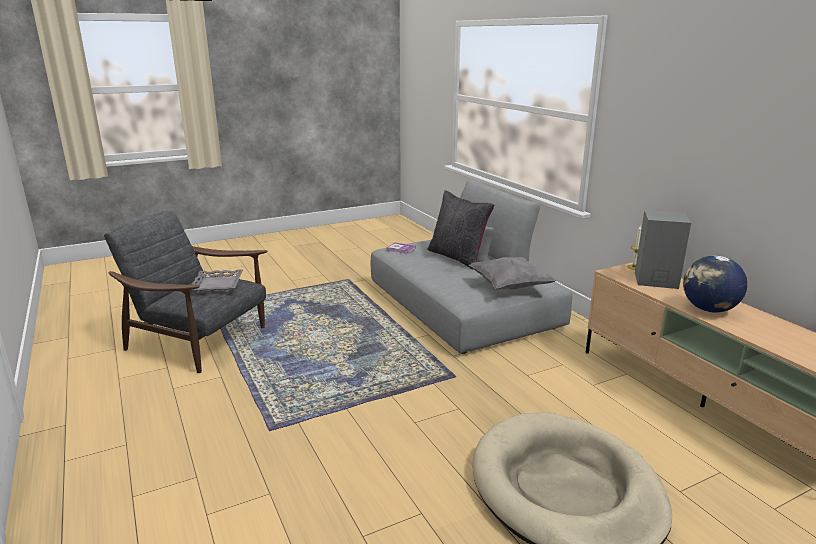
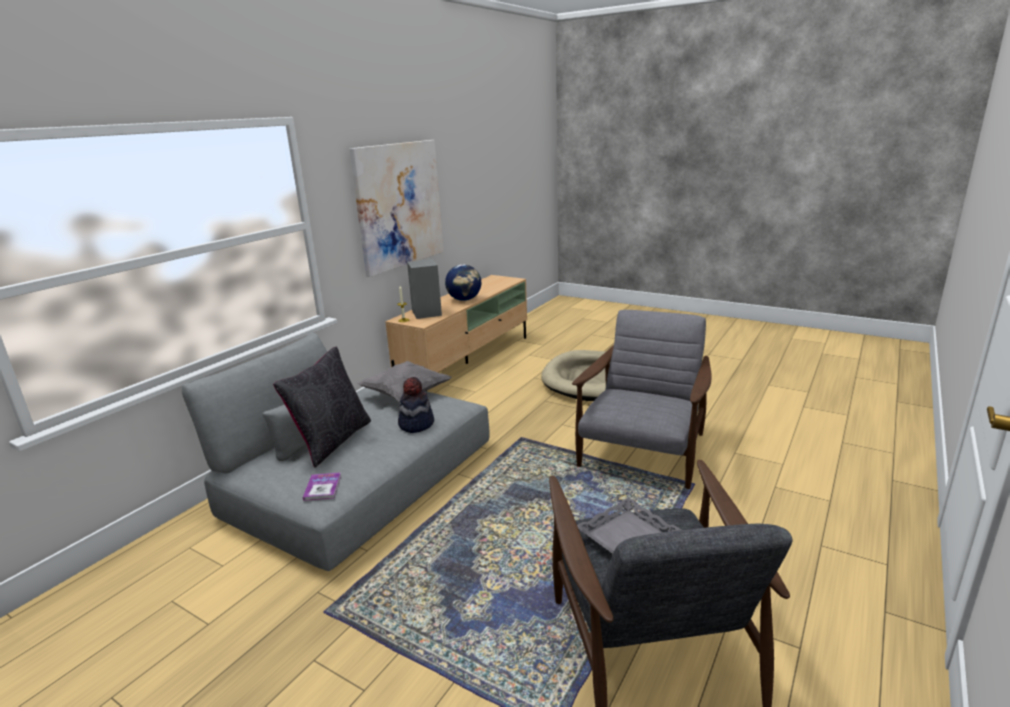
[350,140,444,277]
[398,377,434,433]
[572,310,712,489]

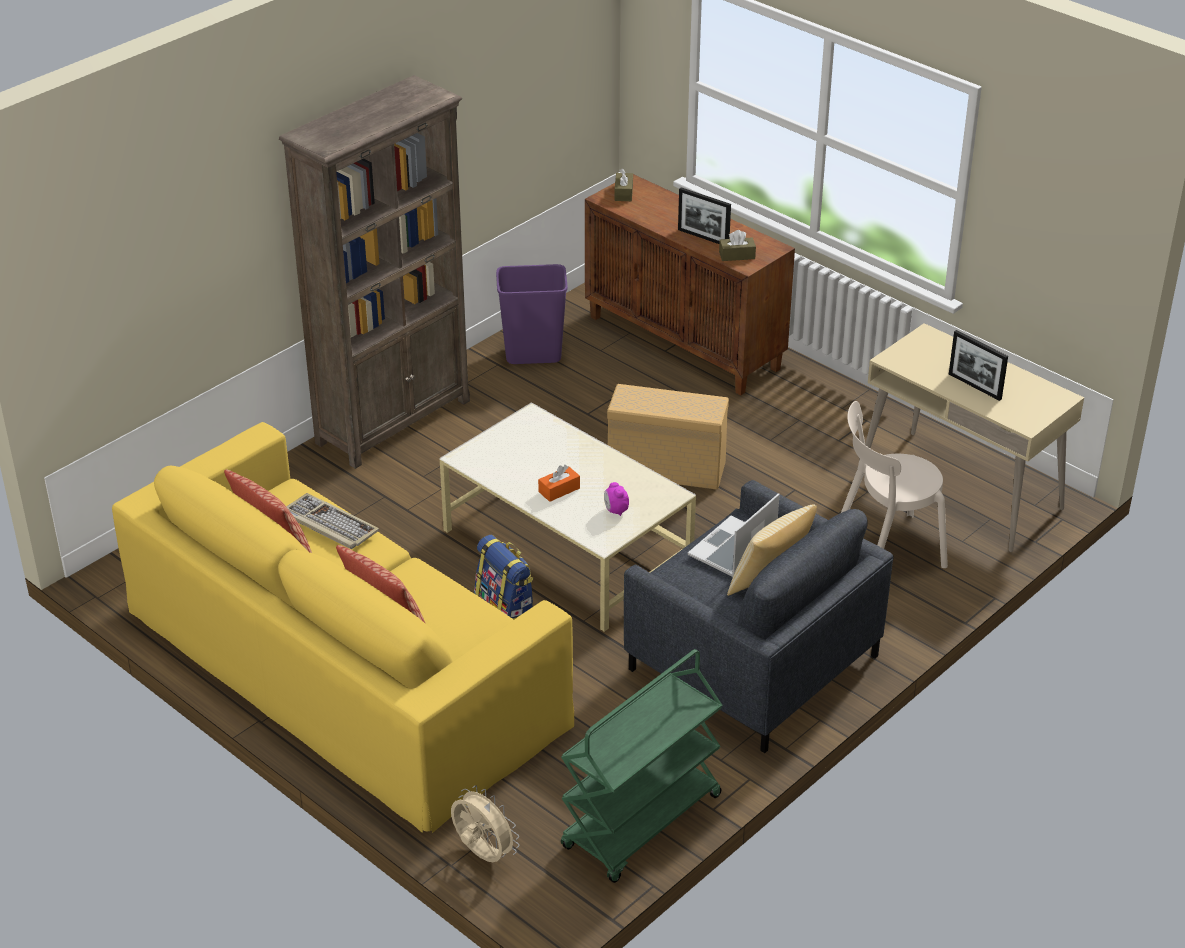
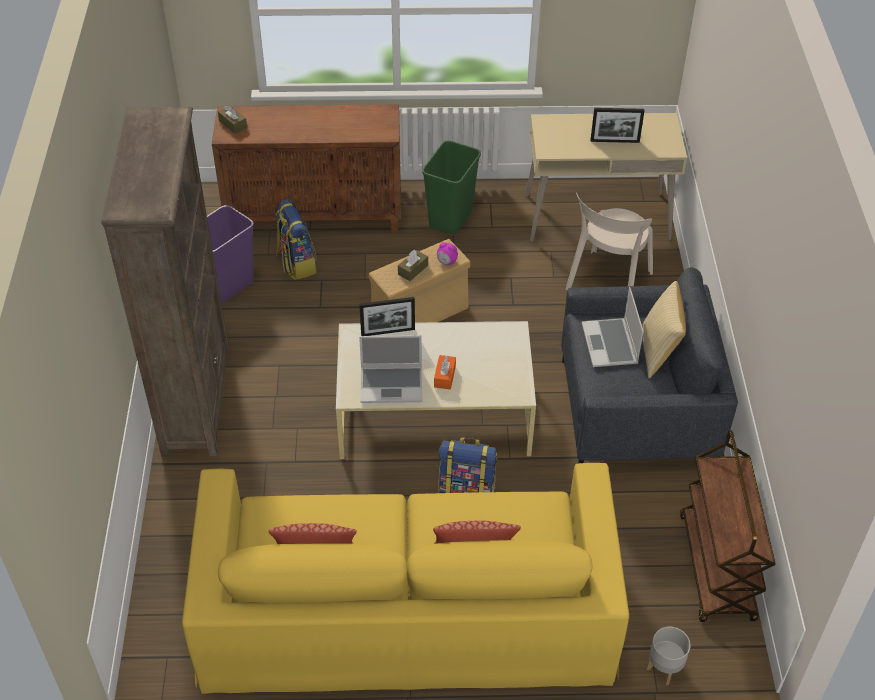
[276,199,316,280]
[359,297,415,336]
[359,335,422,403]
[398,250,428,281]
[422,140,481,234]
[437,242,458,265]
[646,627,691,685]
[680,430,775,622]
[286,493,379,549] (first image)

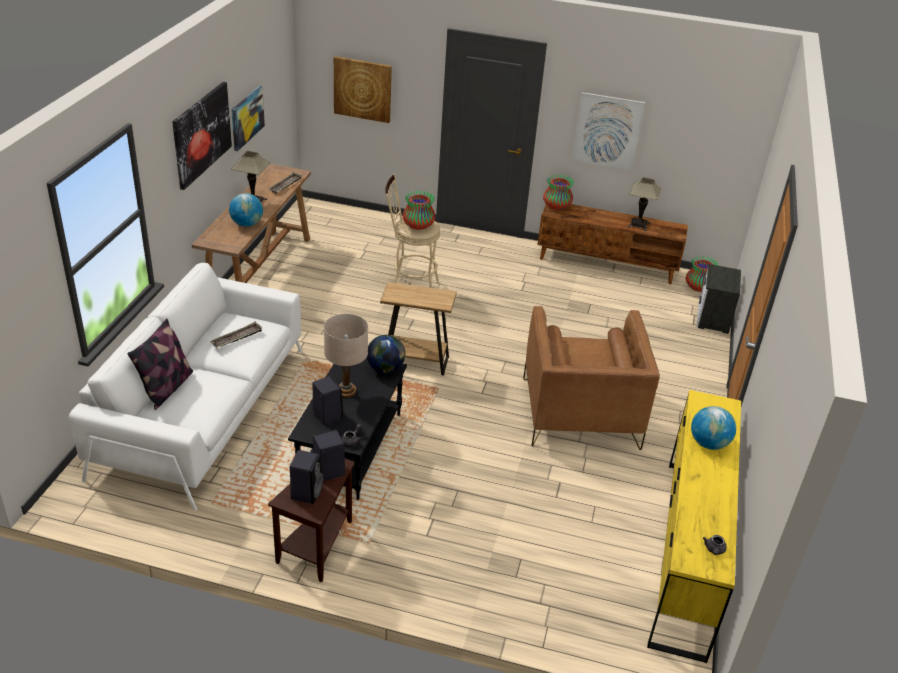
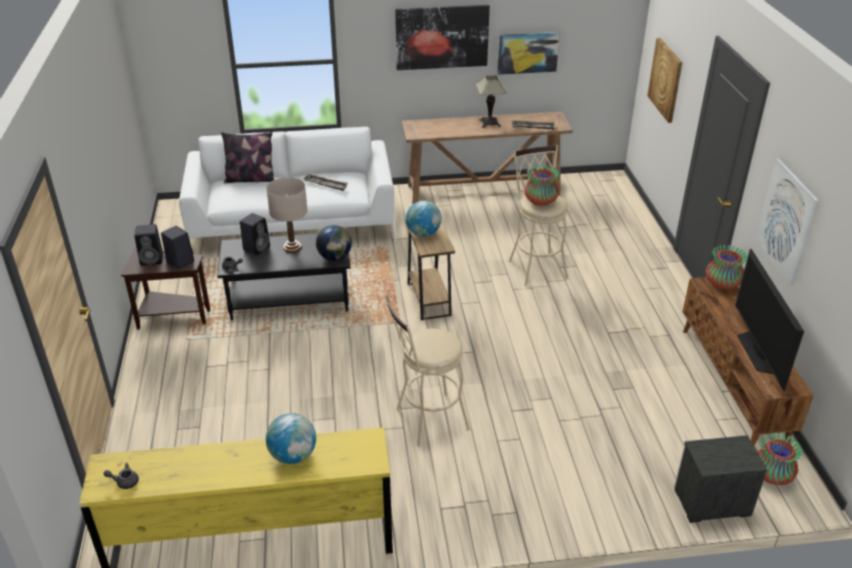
[385,293,470,446]
[406,201,442,237]
[735,249,804,391]

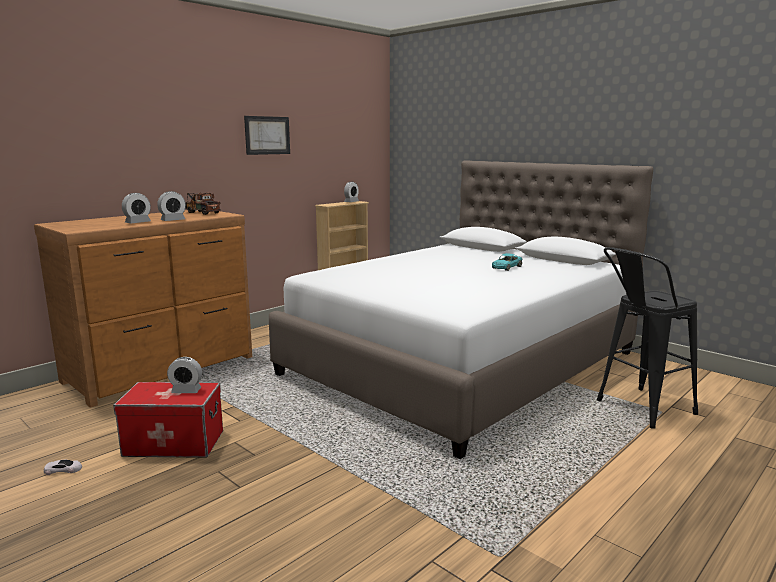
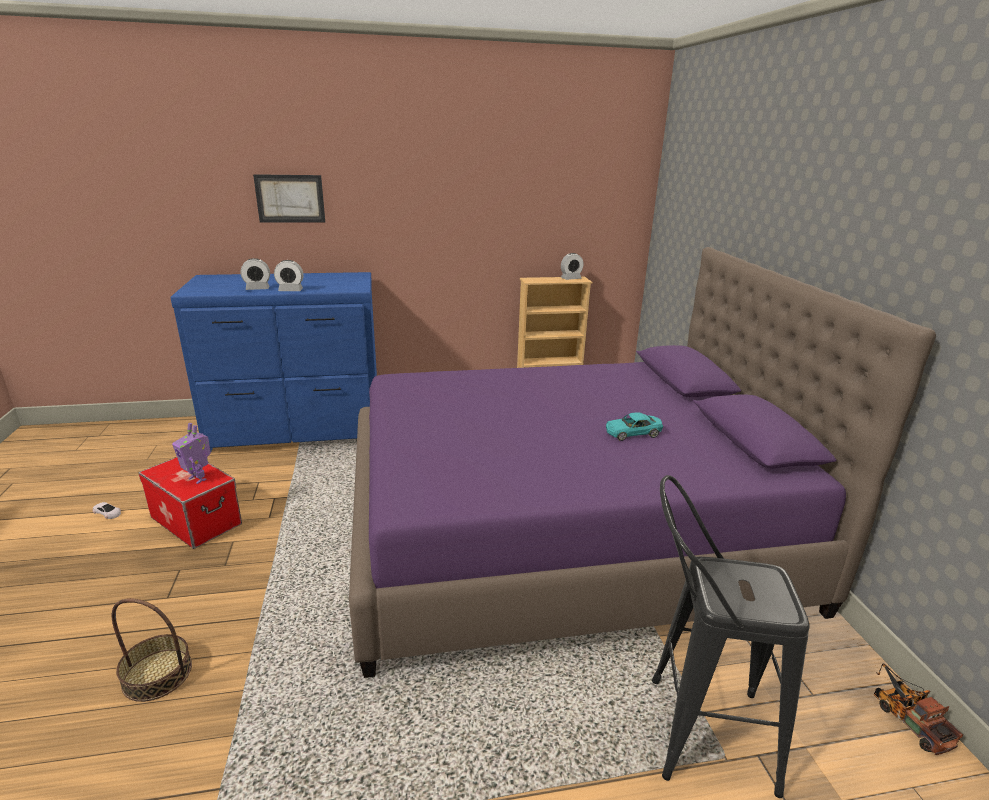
[112,598,192,702]
[171,272,377,451]
[172,423,211,484]
[253,174,325,223]
[349,247,936,678]
[874,663,963,755]

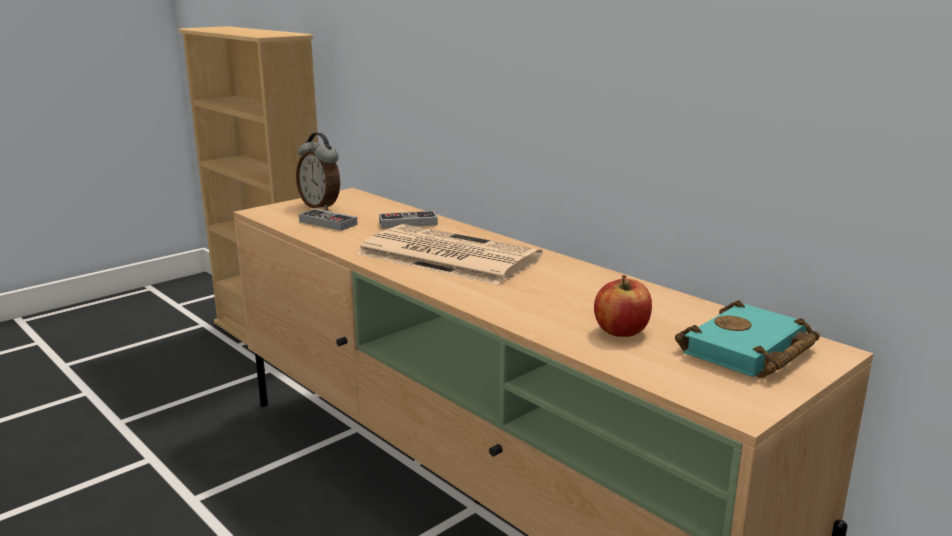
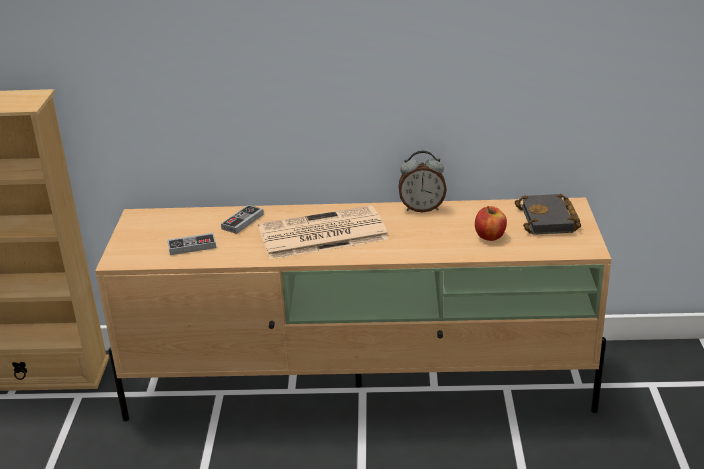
[398,151,447,212]
[515,194,581,235]

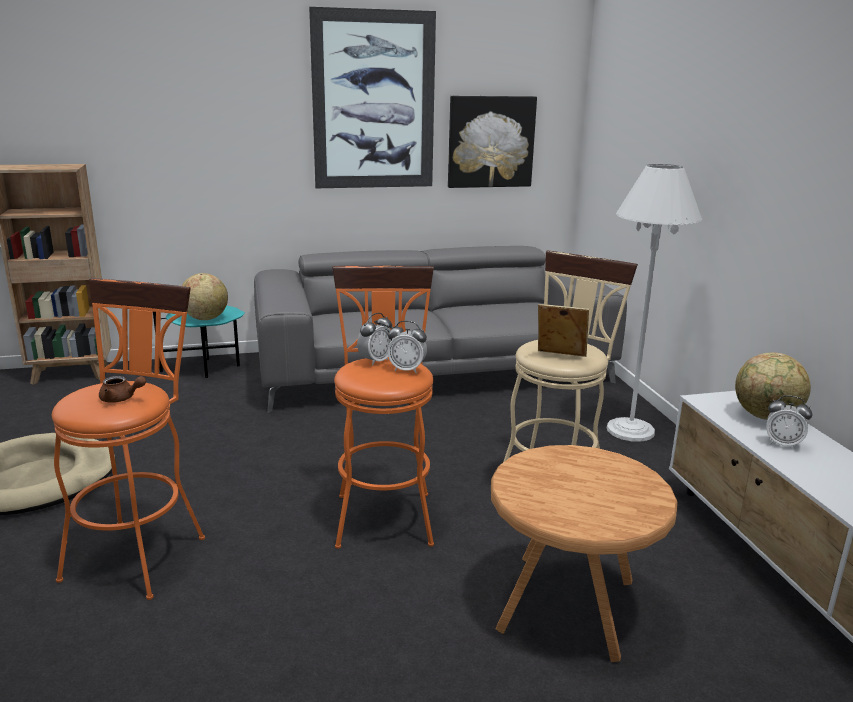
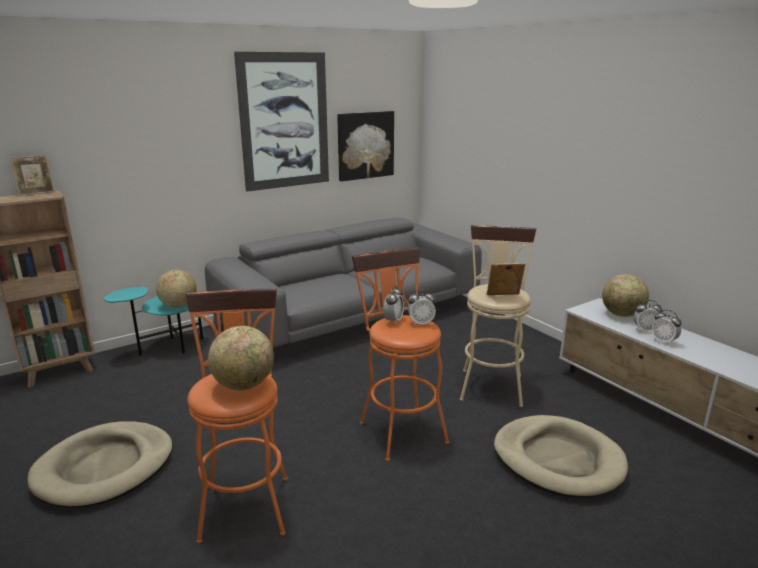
[10,156,55,196]
[208,326,274,391]
[494,415,628,498]
[652,310,682,345]
[607,164,702,442] (first image)

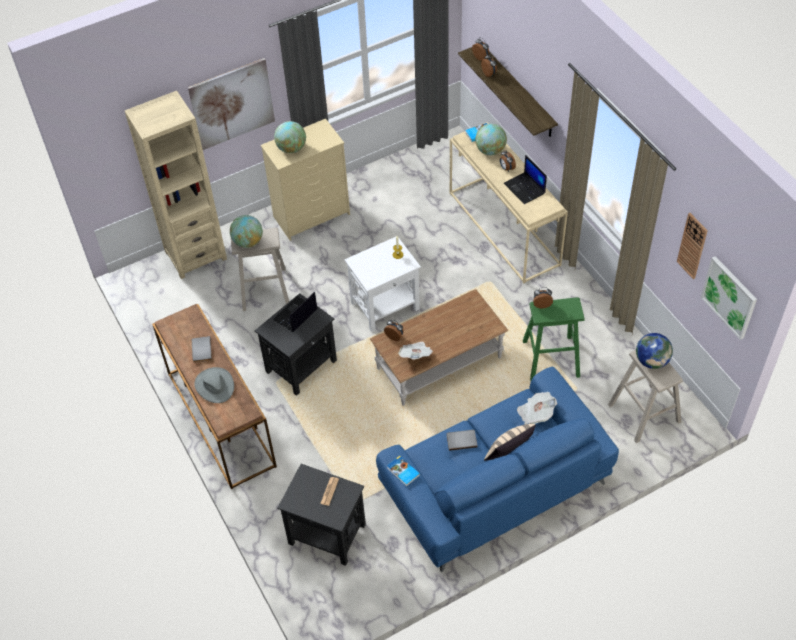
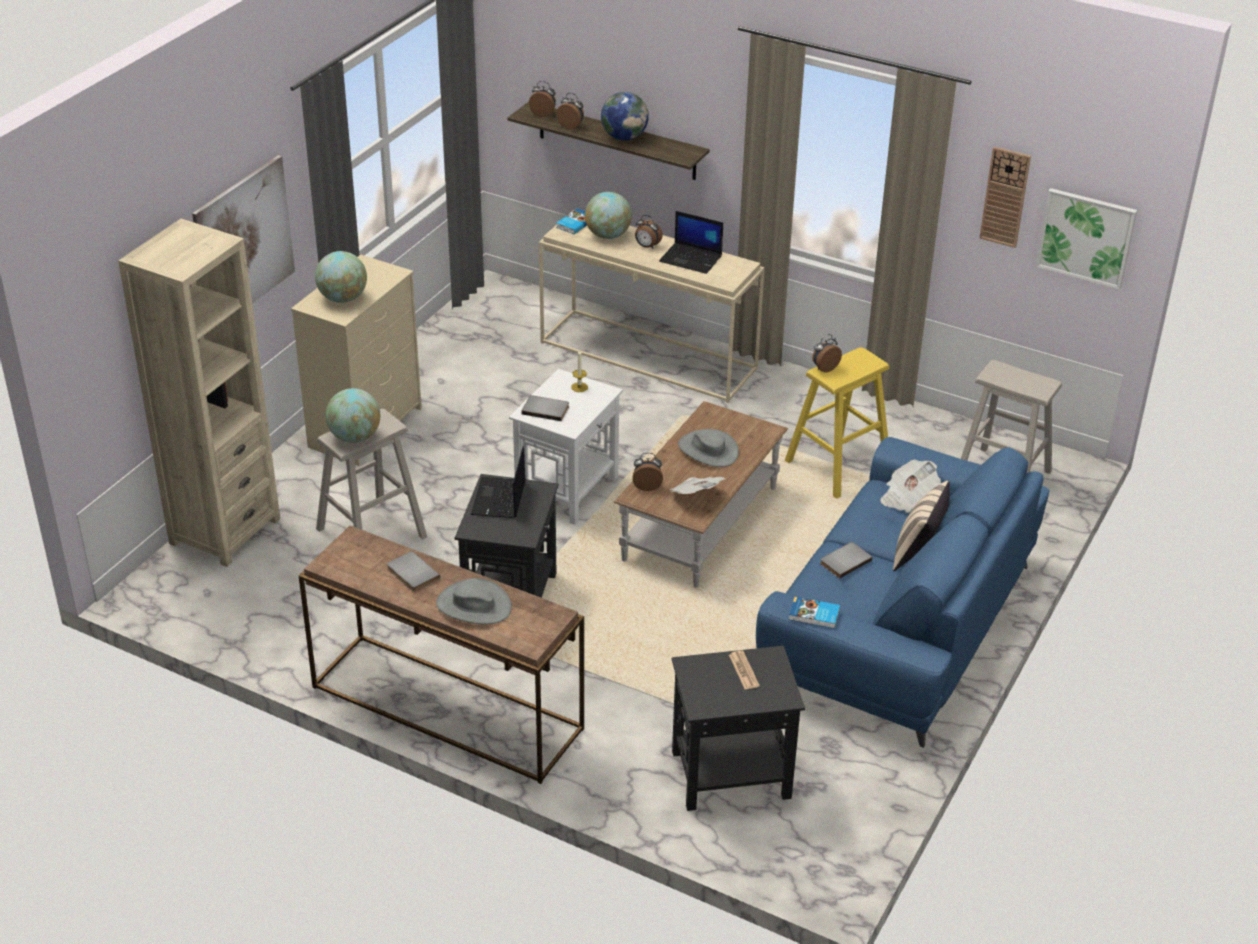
[521,395,569,421]
[601,92,649,140]
[678,429,739,467]
[785,347,889,499]

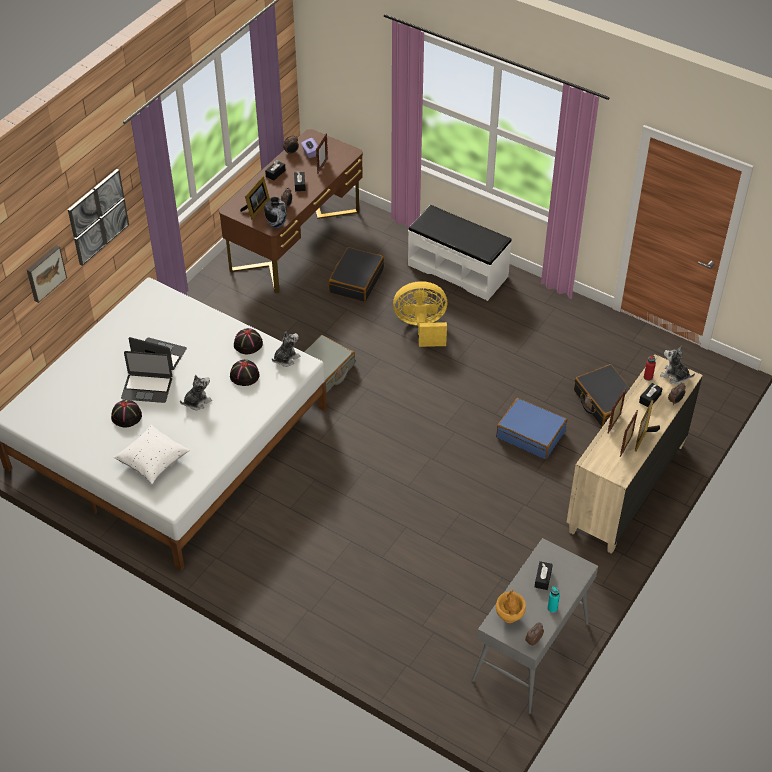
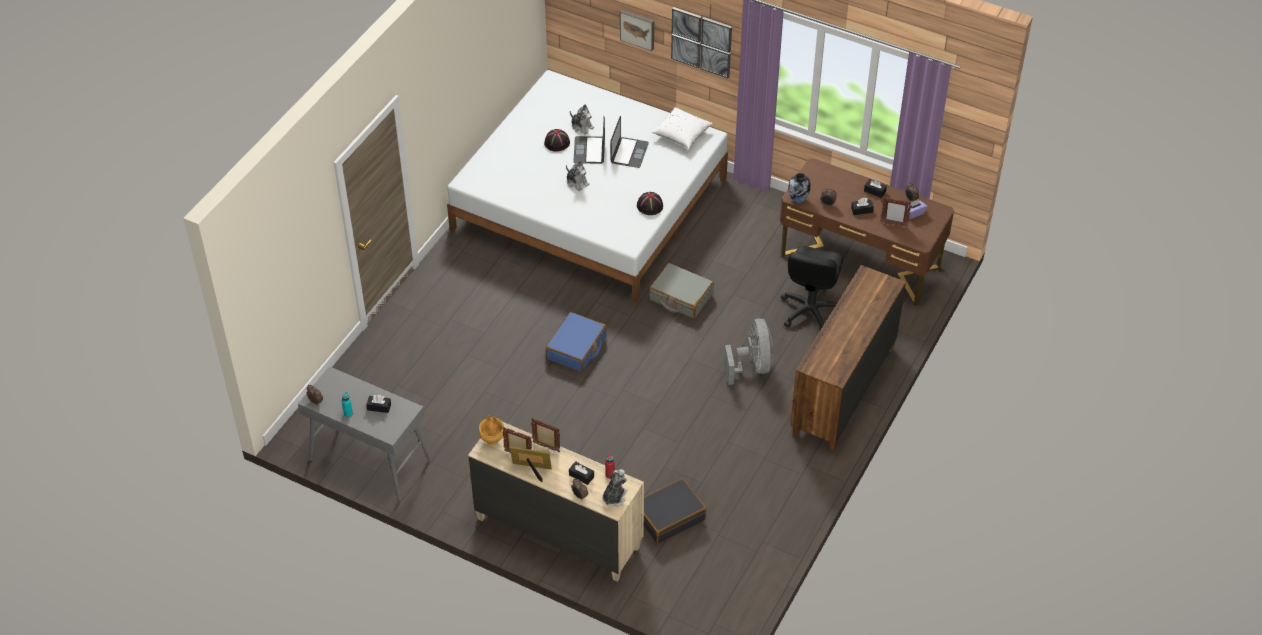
[479,415,504,445]
[546,312,607,372]
[570,104,594,135]
[652,107,713,149]
[724,318,773,385]
[781,246,843,330]
[790,265,906,452]
[230,360,260,386] (first image)
[240,176,270,220] (first image)

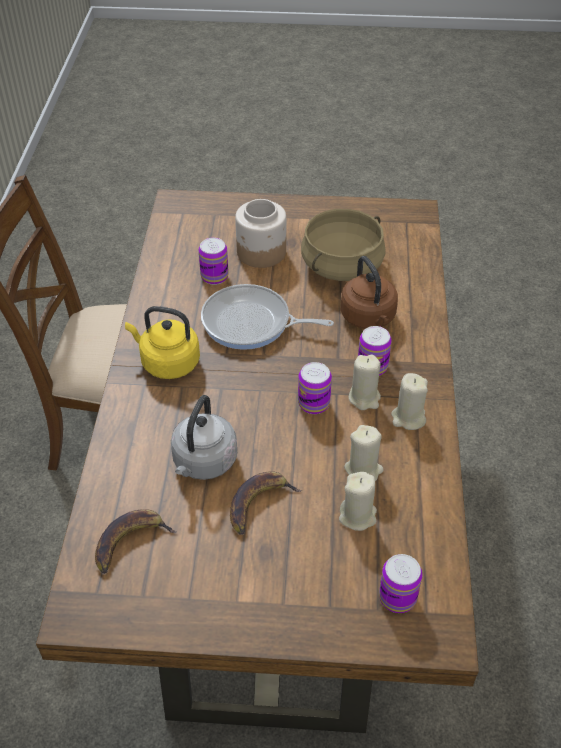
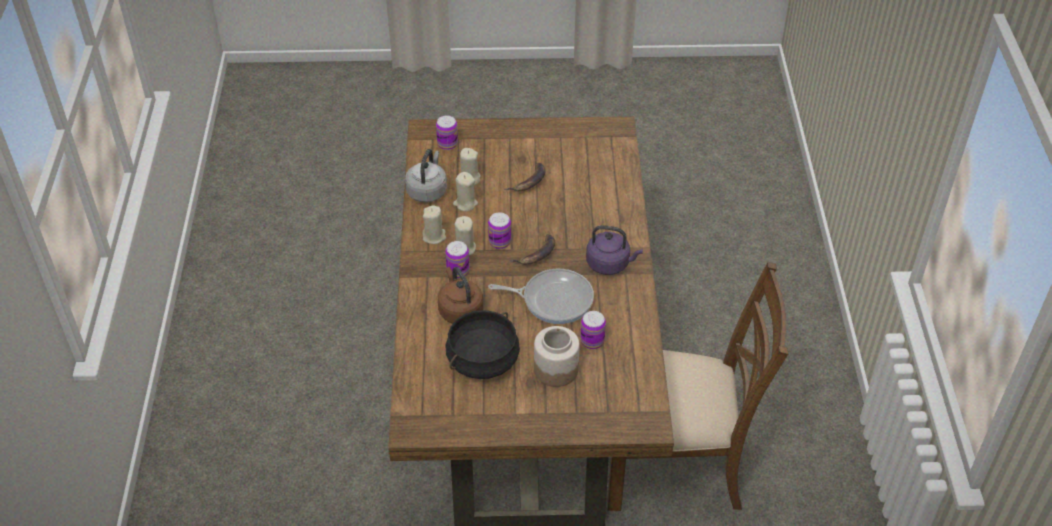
[405,149,447,203]
[446,310,520,379]
[509,234,555,265]
[586,225,643,275]

